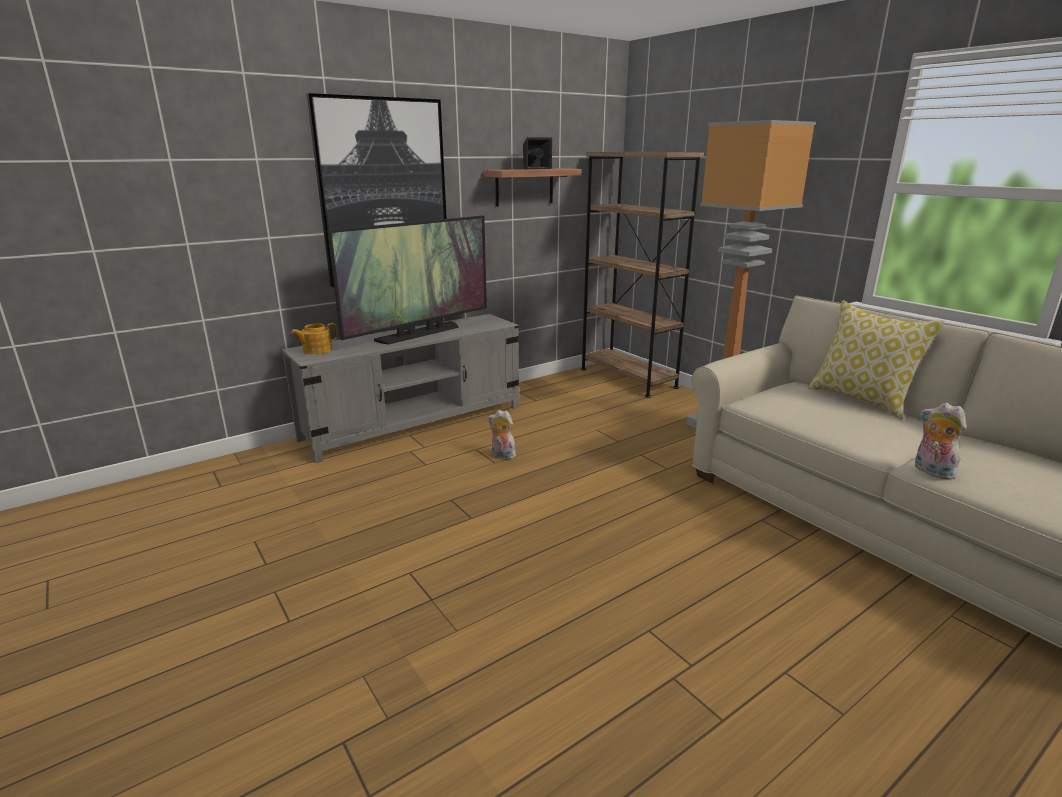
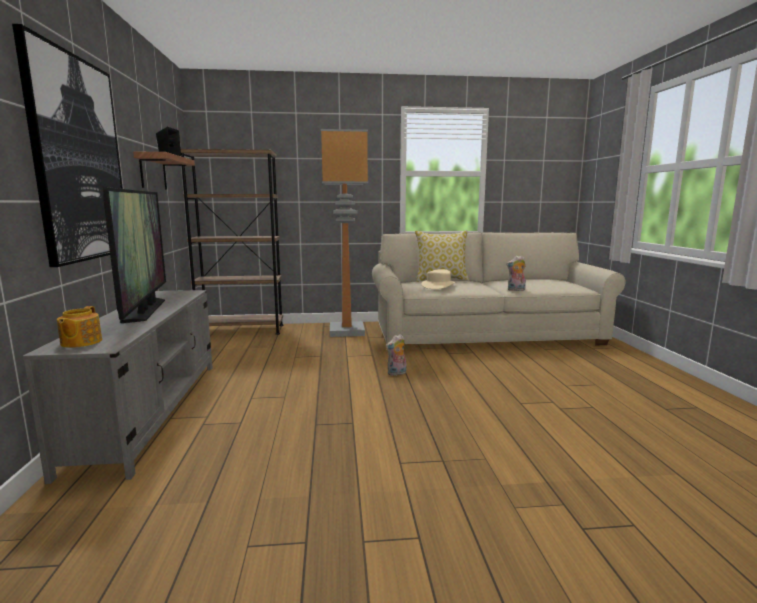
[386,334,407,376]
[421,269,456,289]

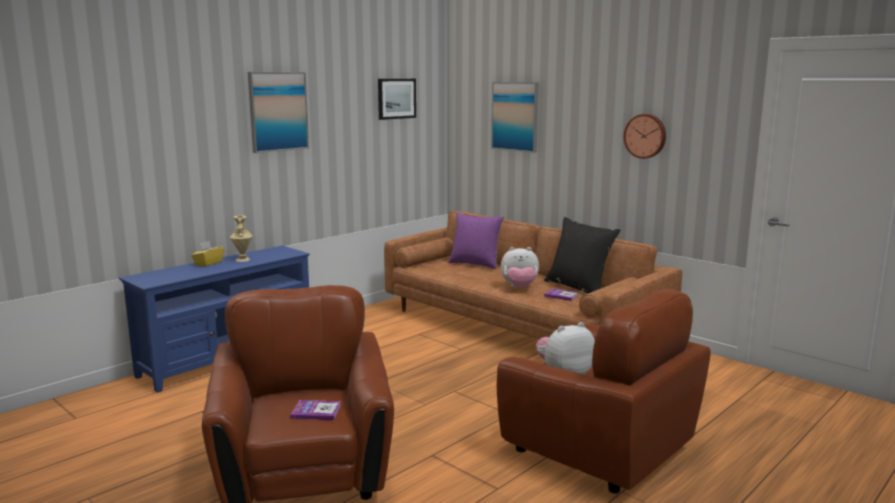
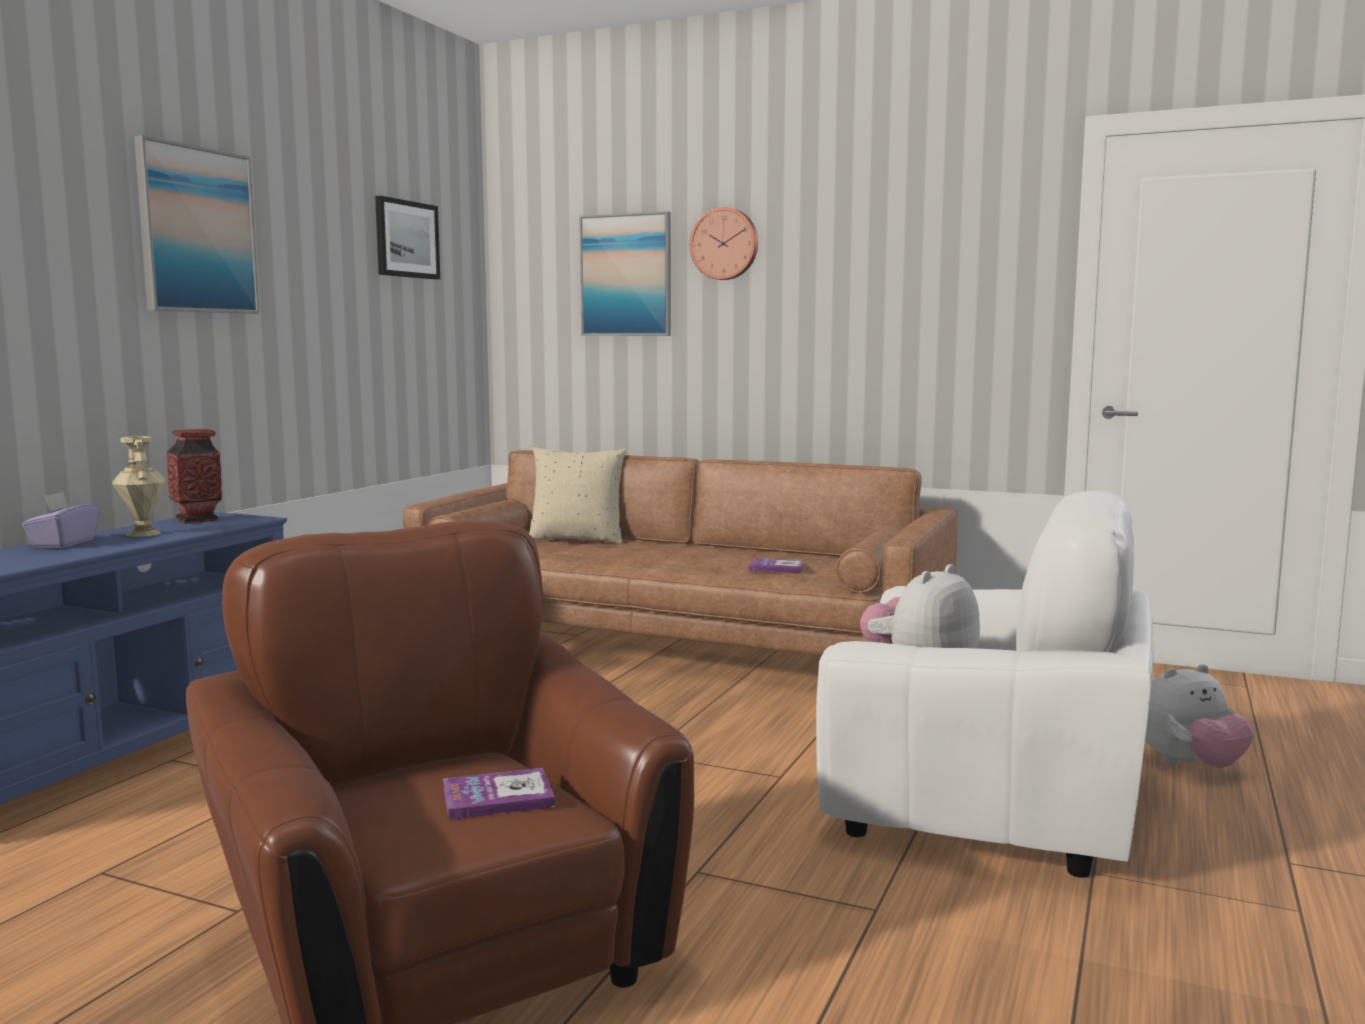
[22,492,99,548]
[167,429,222,524]
[529,447,627,544]
[690,207,758,280]
[816,491,1154,878]
[1145,664,1254,768]
[544,217,620,293] (first image)

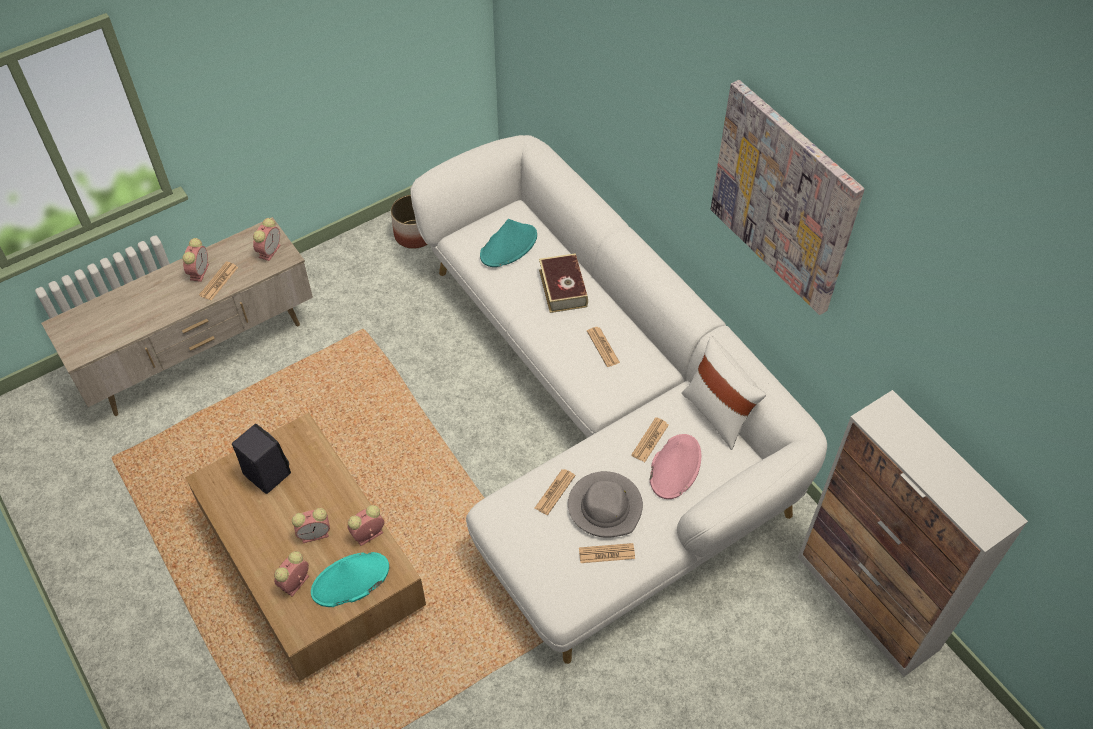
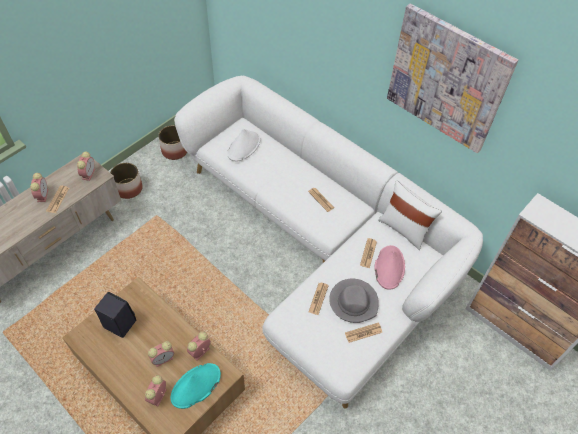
[110,163,143,199]
[227,129,260,161]
[539,253,588,313] (first image)

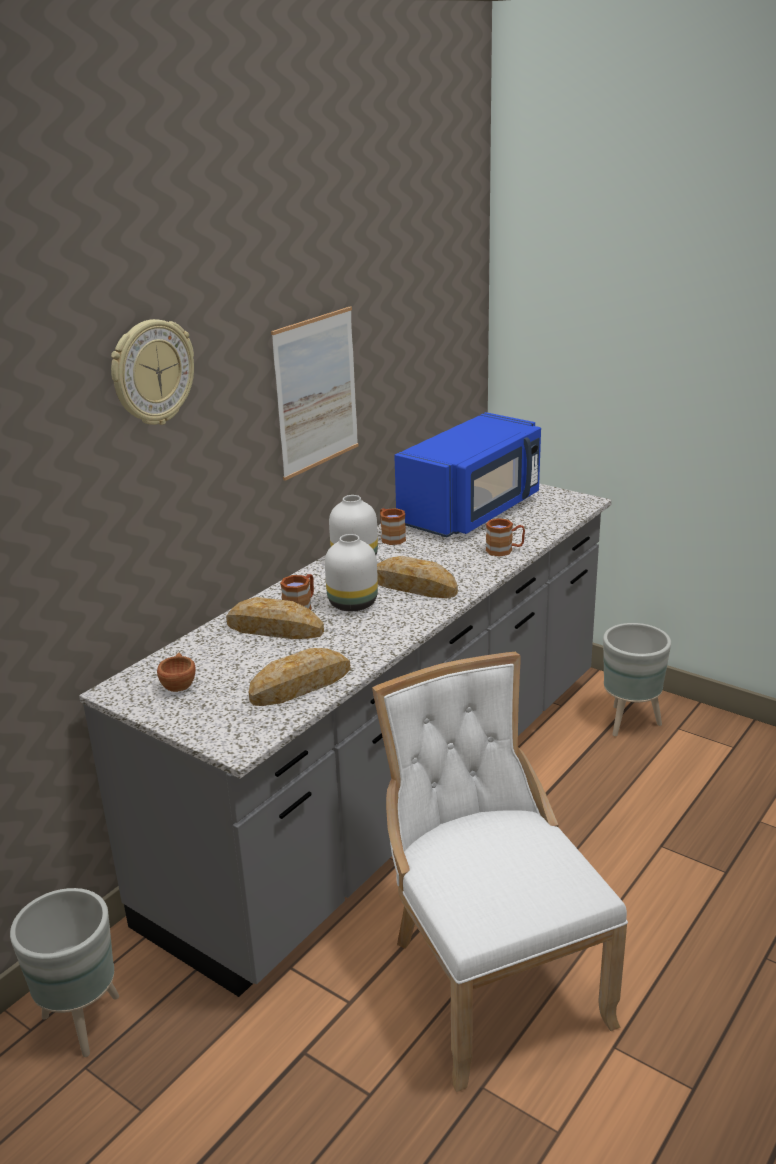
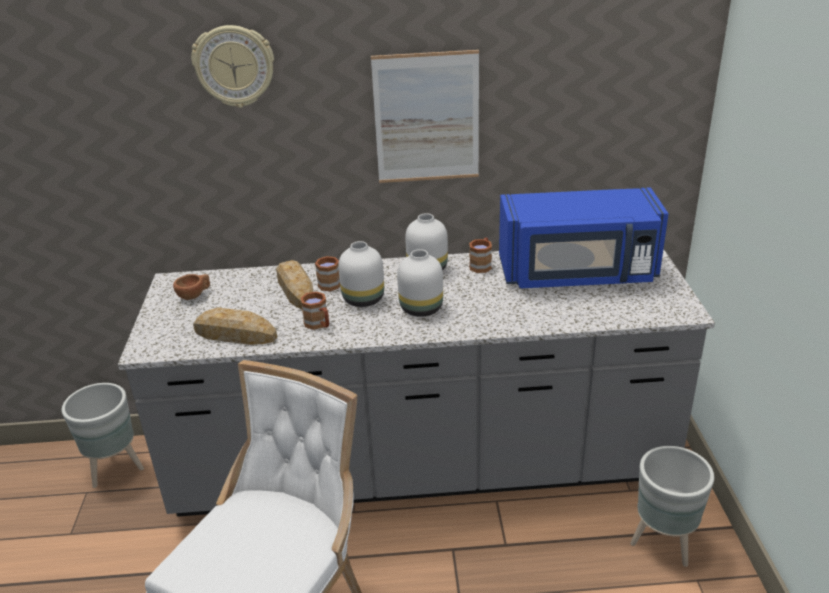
[301,292,329,330]
[397,249,443,317]

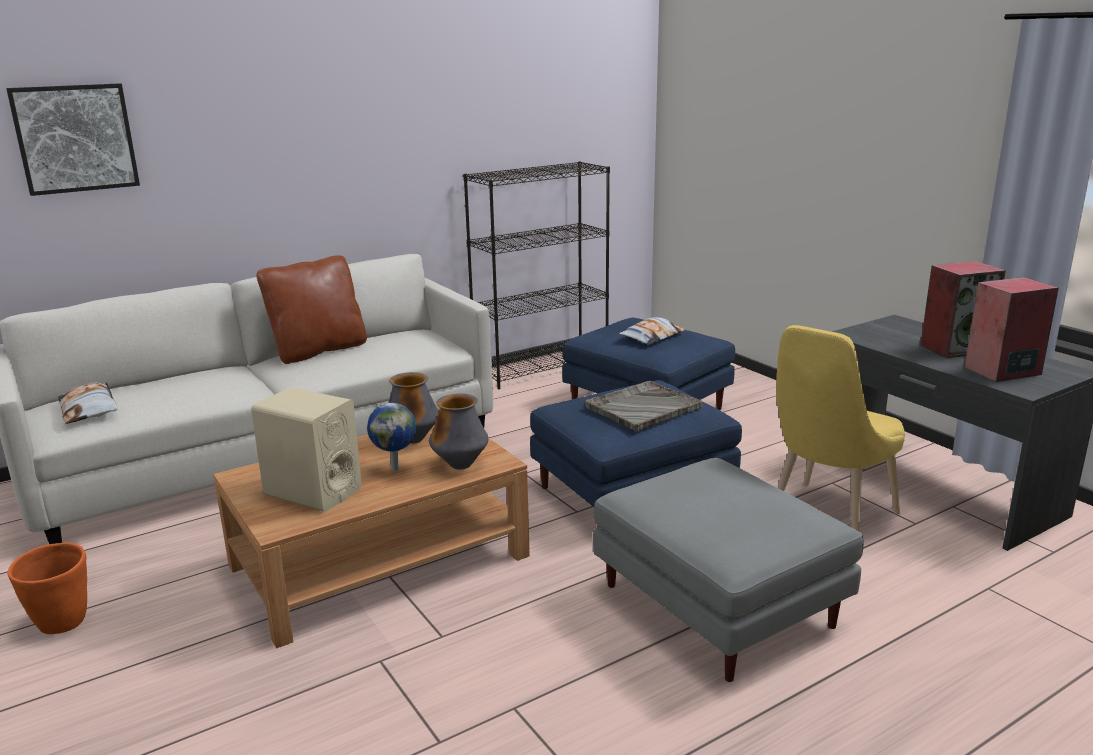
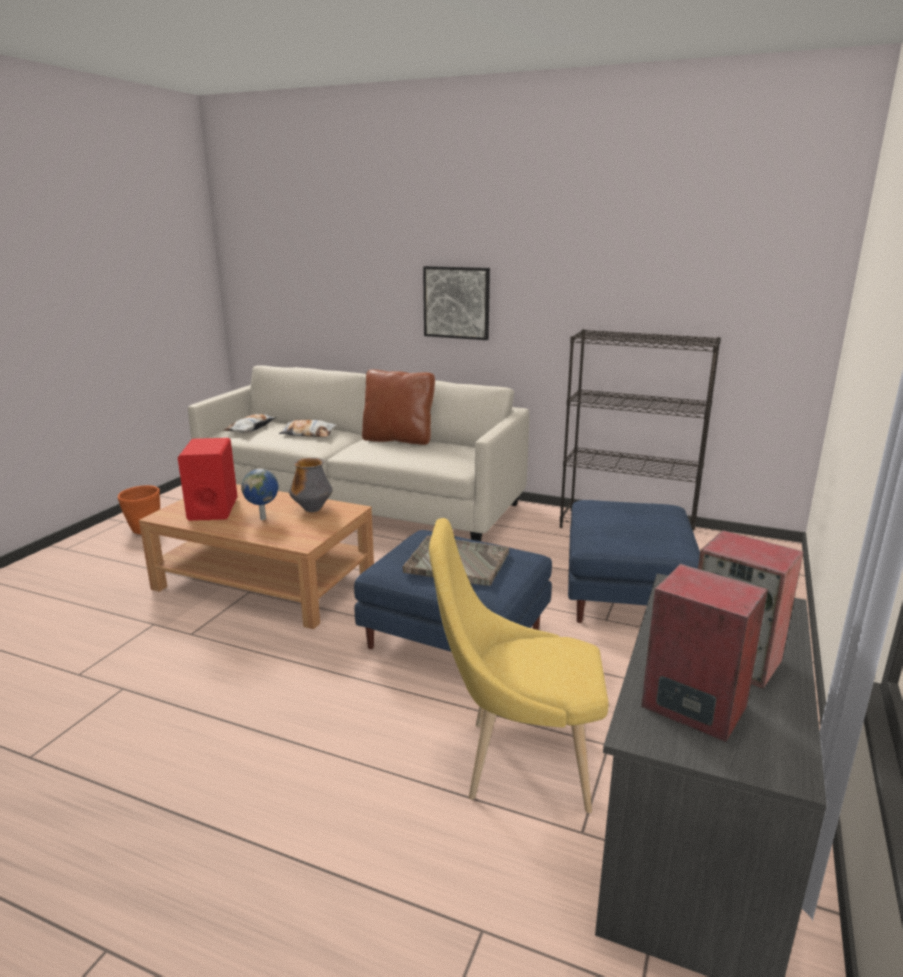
[178,438,238,521]
[279,420,337,437]
[423,266,490,340]
[429,394,489,470] (first image)
[593,458,864,682] (first image)

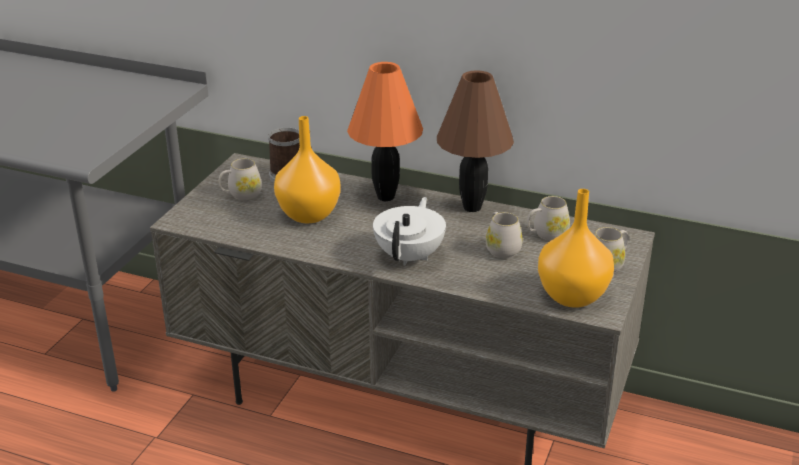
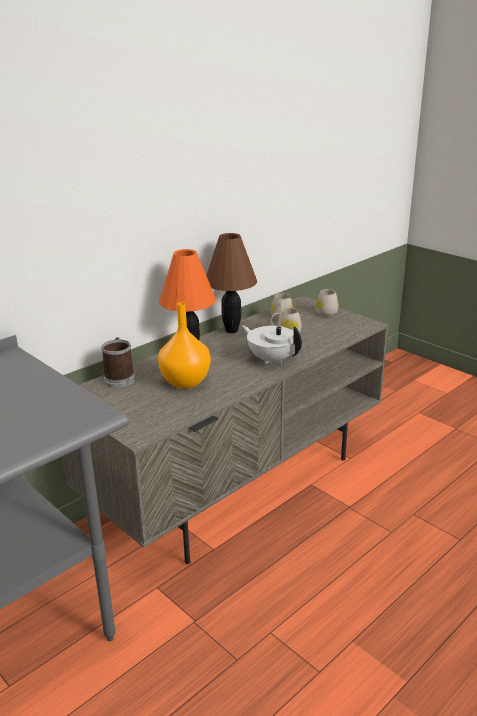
[219,158,262,200] (first image)
[538,189,614,308] (first image)

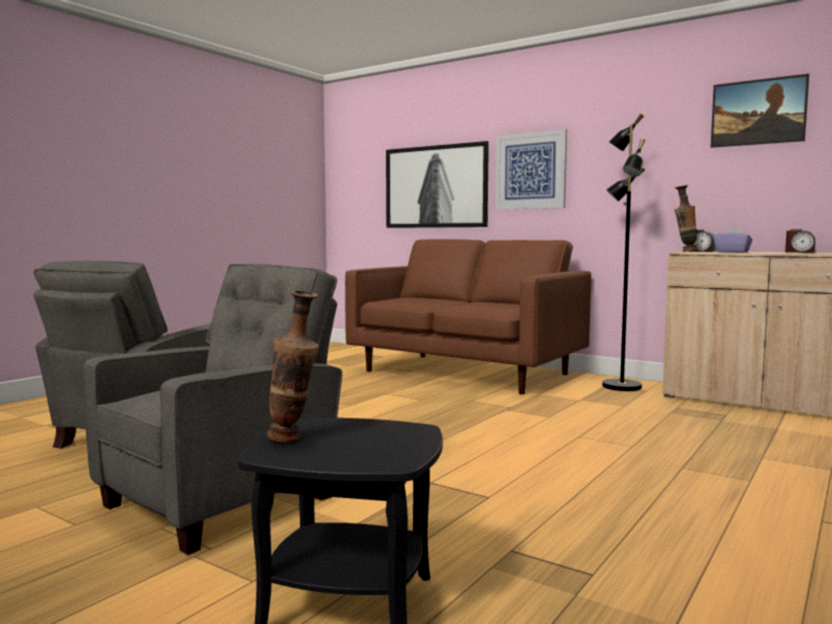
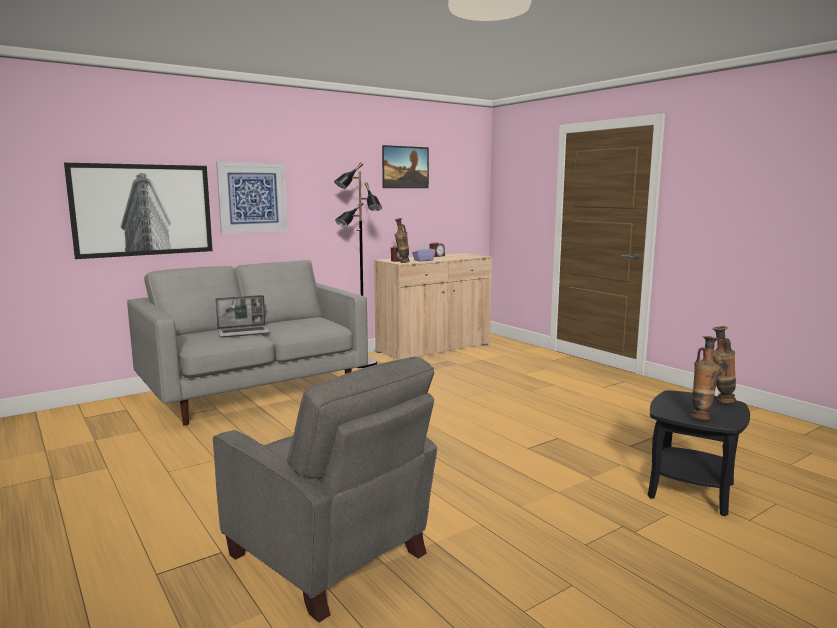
[127,260,368,426]
[215,295,271,338]
[713,326,736,403]
[83,264,342,555] (first image)

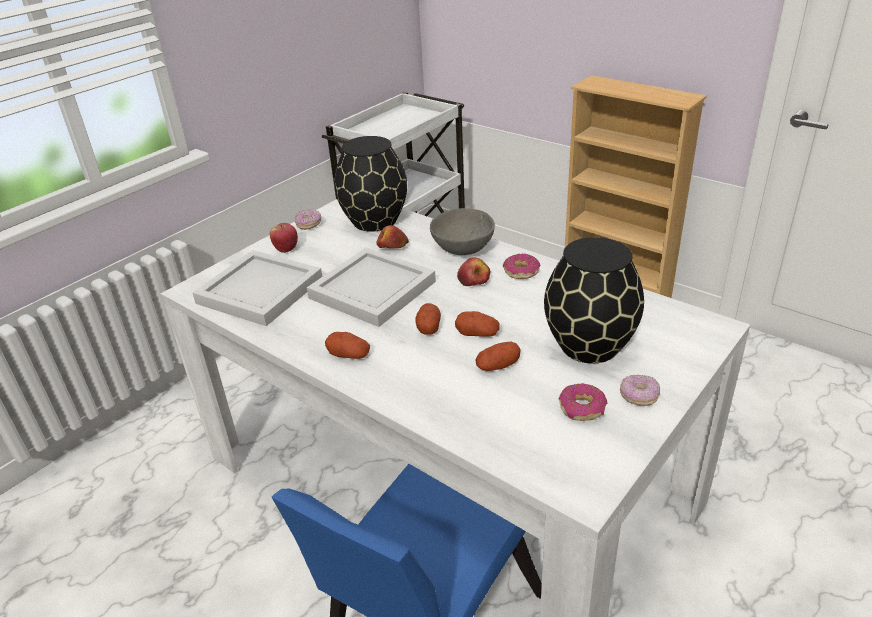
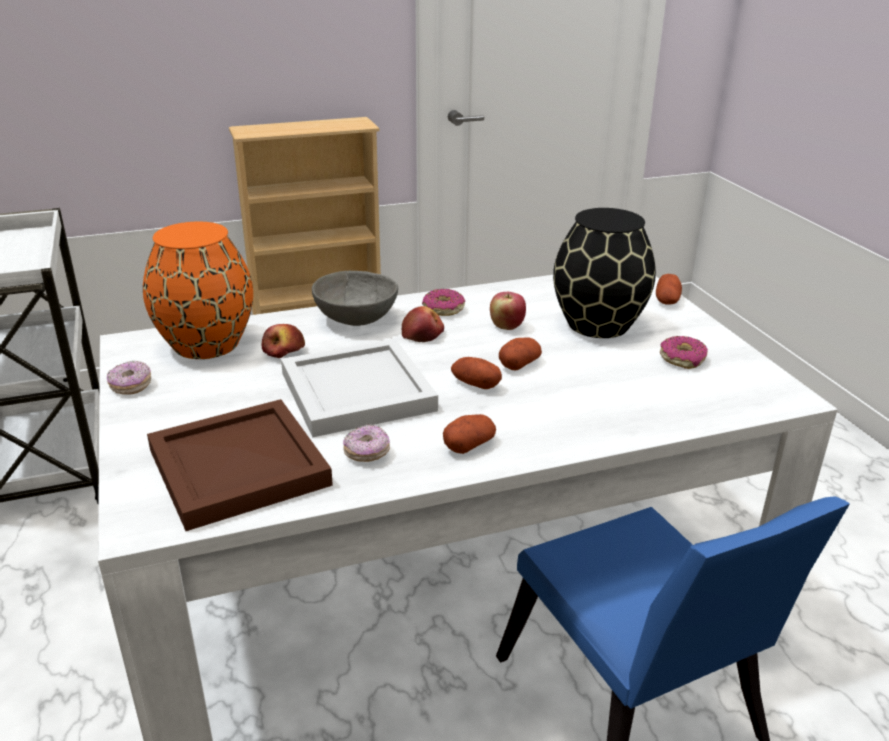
[143,222,253,359]
[147,399,333,531]
[343,424,390,462]
[490,292,526,330]
[656,274,682,304]

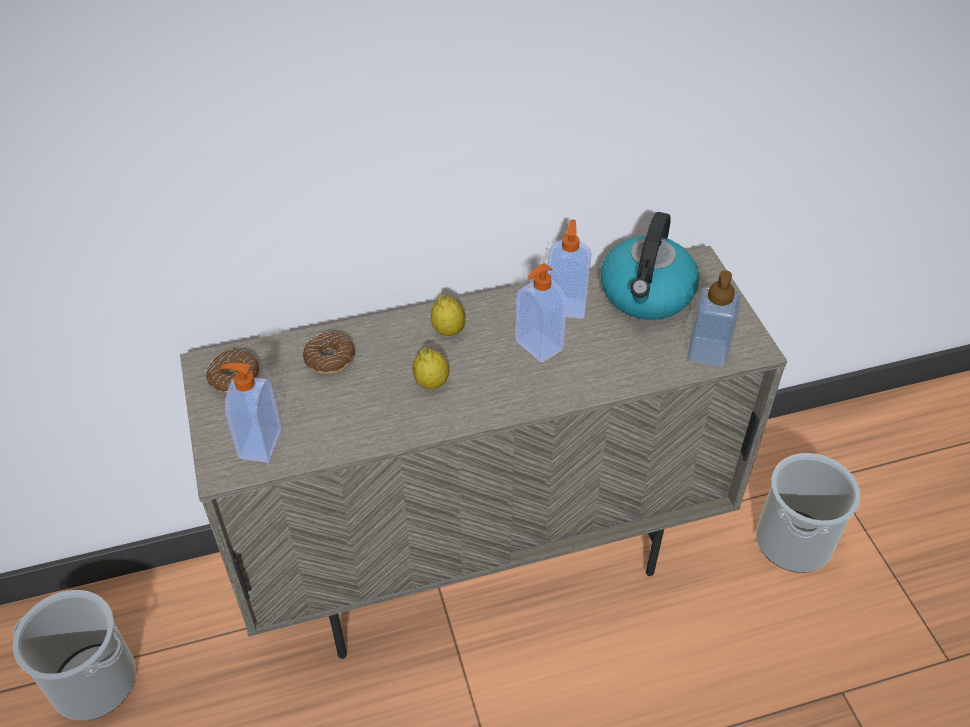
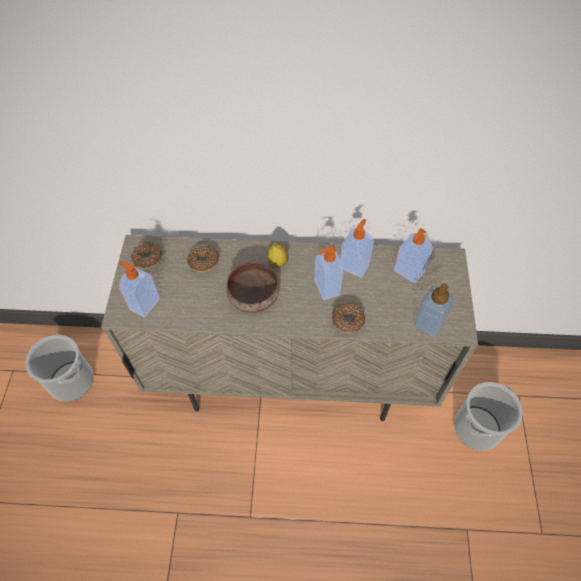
[226,262,279,312]
[332,302,365,333]
[394,228,433,284]

